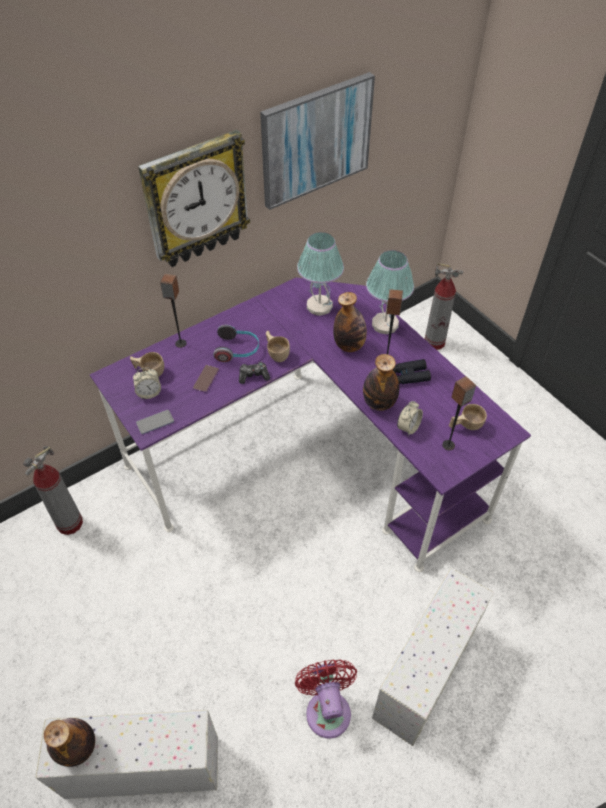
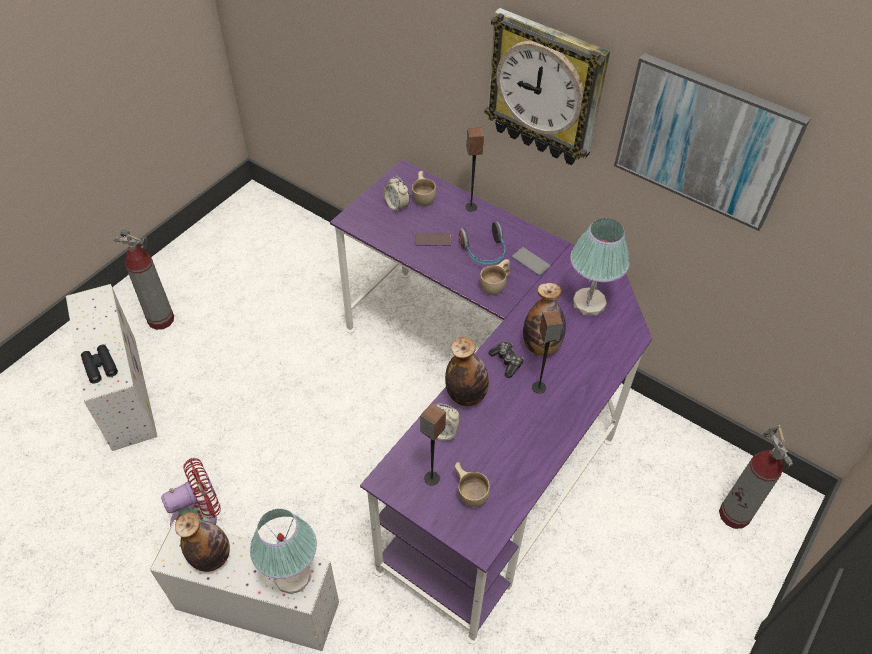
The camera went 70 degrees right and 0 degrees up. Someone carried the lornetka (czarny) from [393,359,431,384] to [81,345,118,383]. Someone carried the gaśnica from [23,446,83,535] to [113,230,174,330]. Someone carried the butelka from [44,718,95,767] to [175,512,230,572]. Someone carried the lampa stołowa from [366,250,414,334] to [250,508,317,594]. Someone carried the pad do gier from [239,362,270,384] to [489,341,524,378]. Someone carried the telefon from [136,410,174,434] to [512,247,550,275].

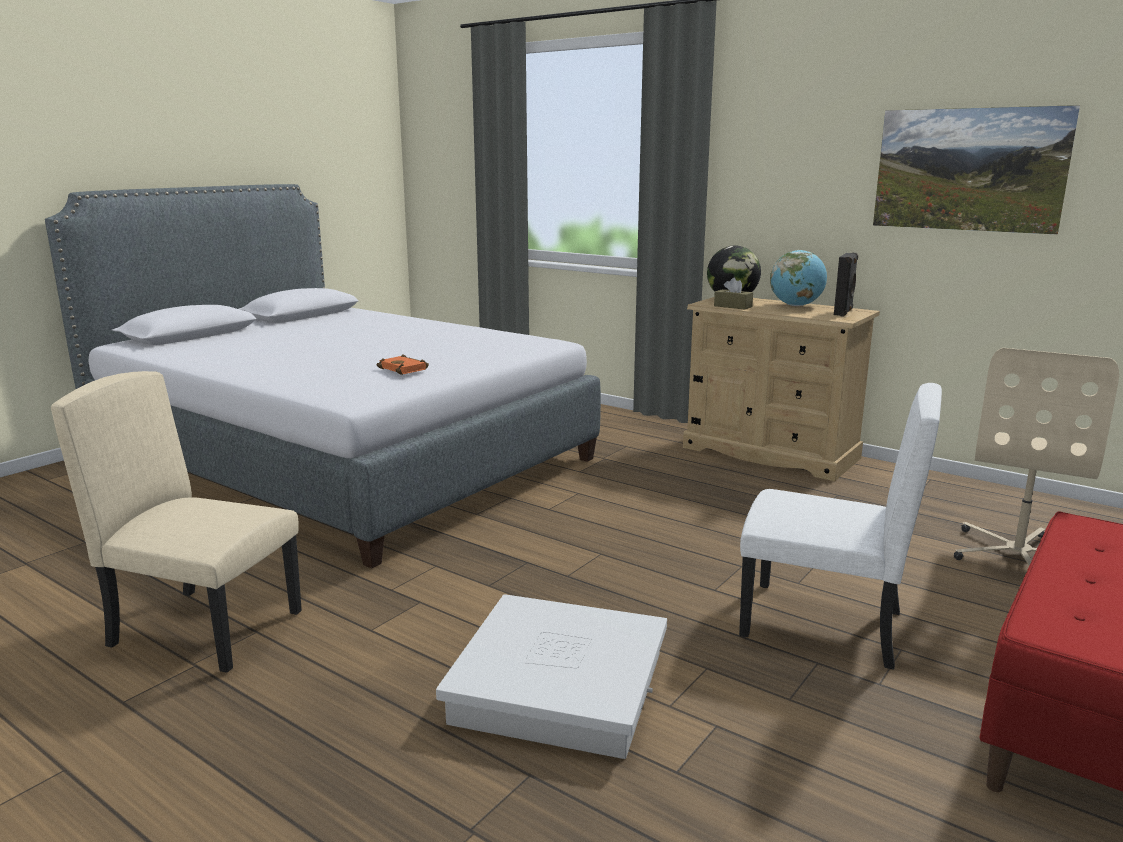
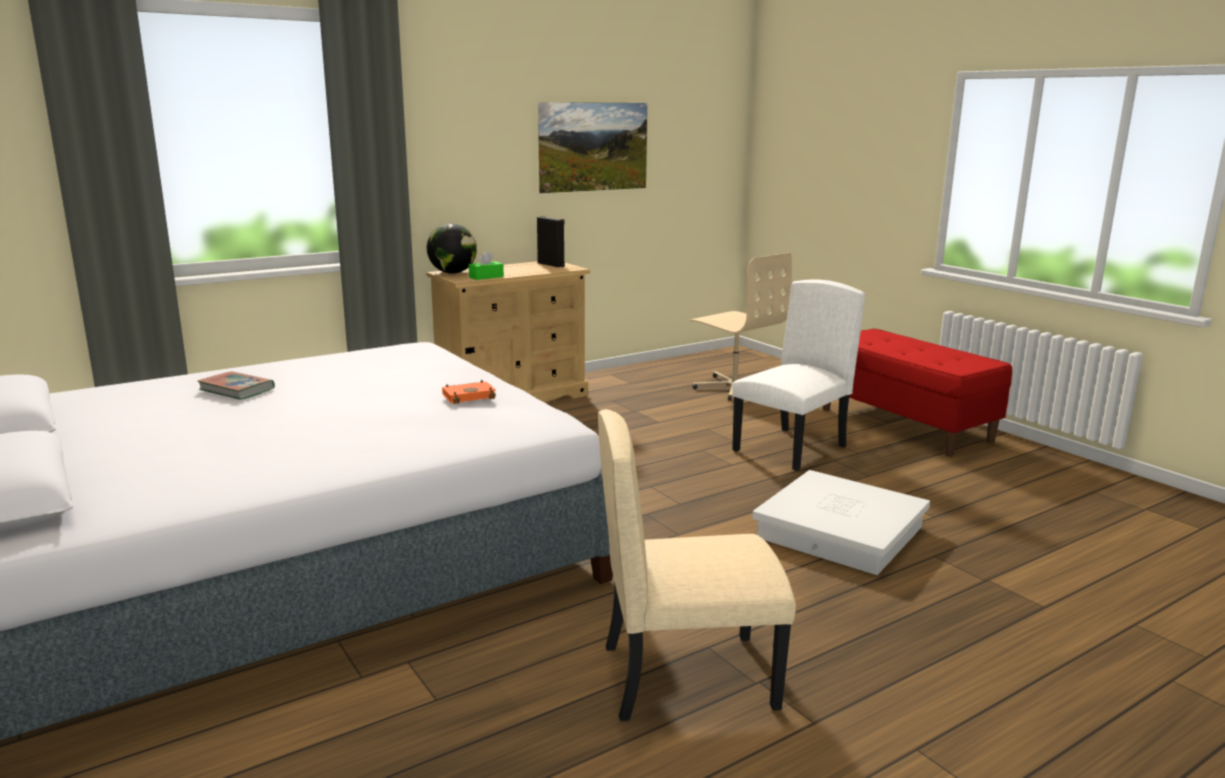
The camera went 70 degrees left and 0 degrees up. Someone put down the książka at [197,371,275,400]. Someone repainted the pudełko chusteczek (brązowy) at [714,278,753,310], which became the pudełko chusteczek (zielony) at [469,251,504,280]. Someone rotated the krzesło (beżowy) at [51,371,302,673] by 45 degrees clockwise. Someone took away the globus at [770,250,827,306].

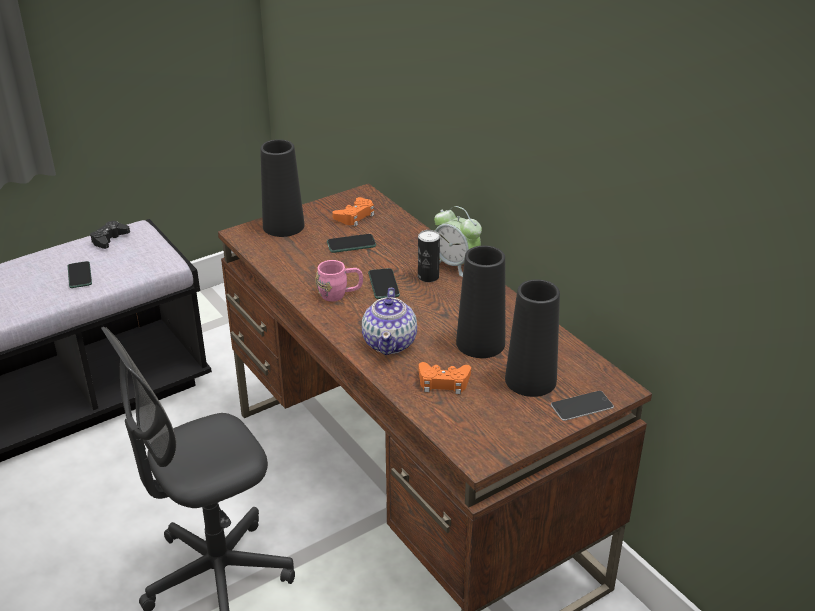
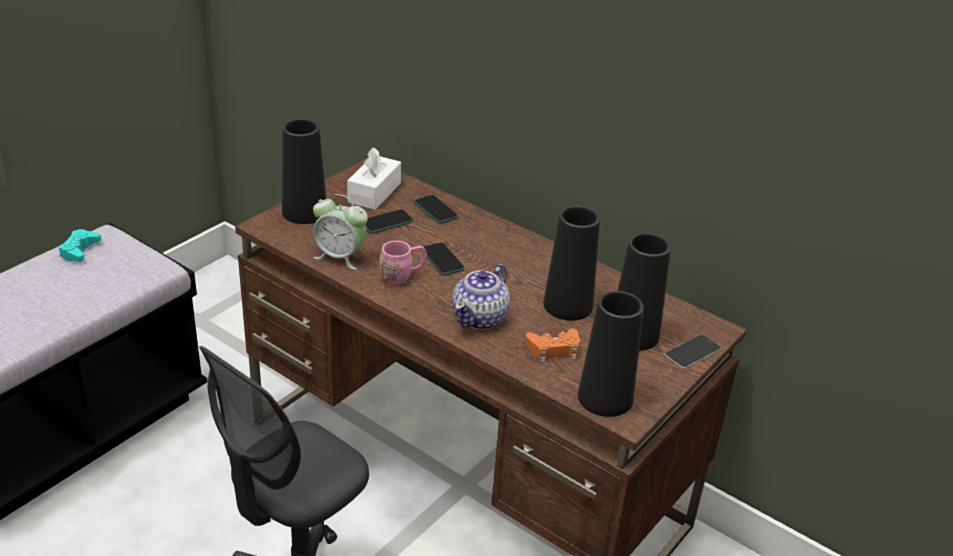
The camera went 20 degrees left and 0 degrees up. Someone repainted the pad do gier (czarny) at [90,221,130,249], which became the pad do gier (turkusowy) at [59,229,101,262]. Someone carried the budzik from [434,206,482,277] to [313,194,368,270]. Someone swapped the pad do gier (pomarańczowy) at [332,197,374,226] for the pudełko chusteczek (biały) at [347,147,401,210]. Someone carried the telefon from [68,261,92,288] to [414,195,458,224]. Someone rotated the imbryk at [362,288,417,355] by 45 degrees clockwise. Someone put down the wazon (czarny) at [578,291,644,417]. Someone took away the puszka at [418,230,440,282].

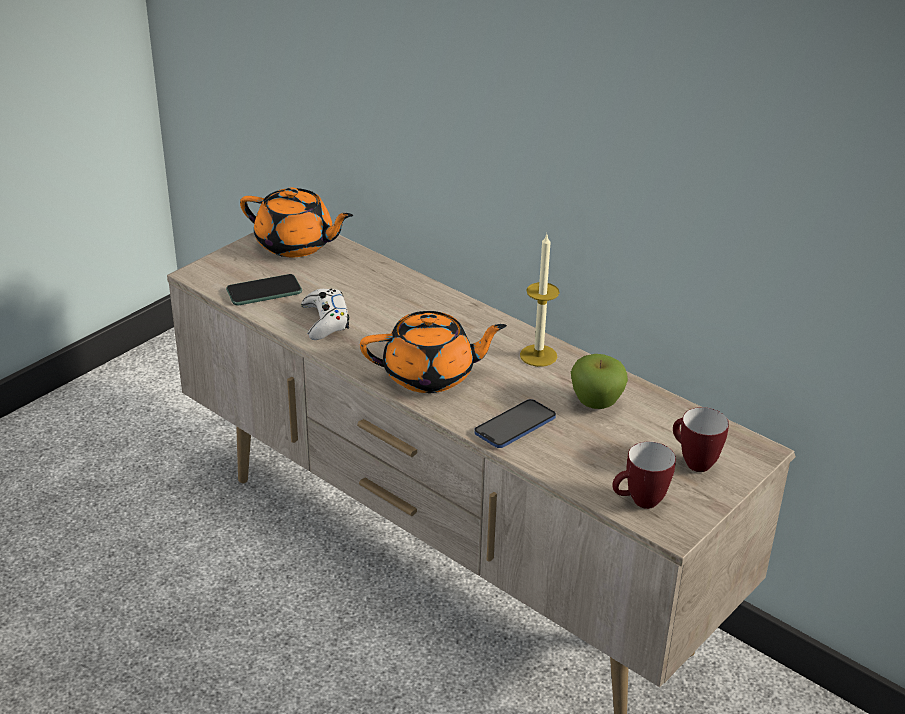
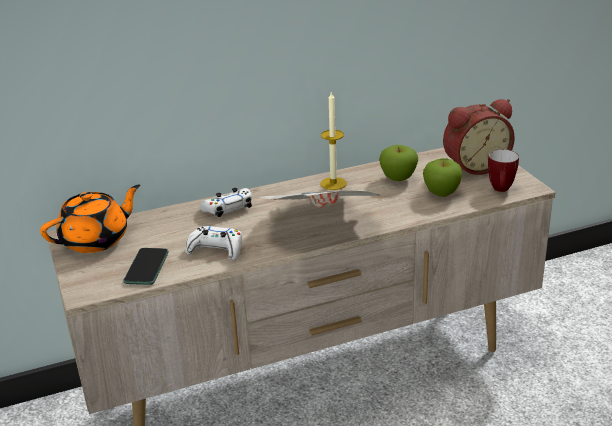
The camera went 60 degrees left and 5 degrees down. Someone put down the pad do gier (biały) at [200,188,252,217]. Someone swapped the imbryk (pomarańczowy) at [360,311,507,393] for the gazeta at [260,191,380,208]. Someone put down the jabłko at [423,158,462,197]. Someone swapped the kubek at [673,407,729,472] for the budzik at [443,99,515,175]. Someone took away the telefon at [474,399,556,448].

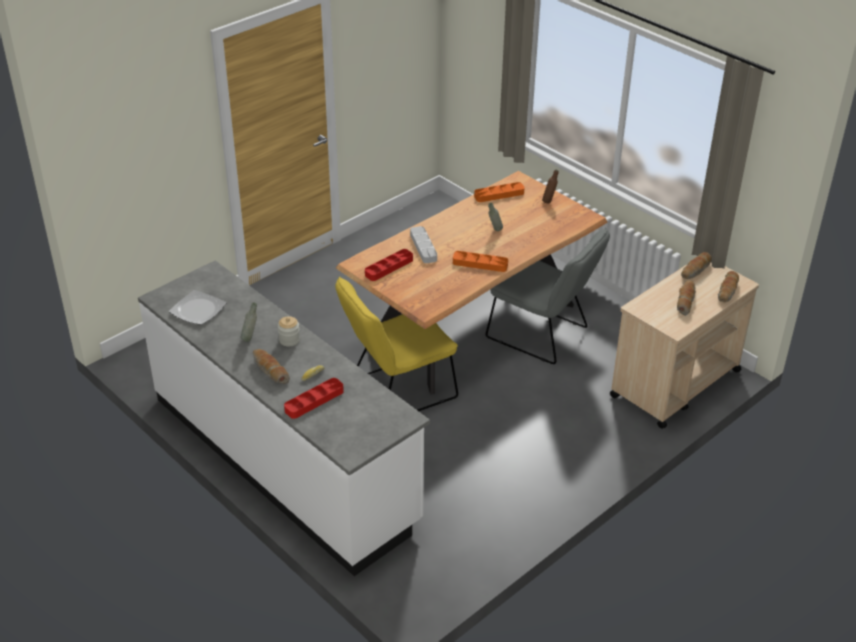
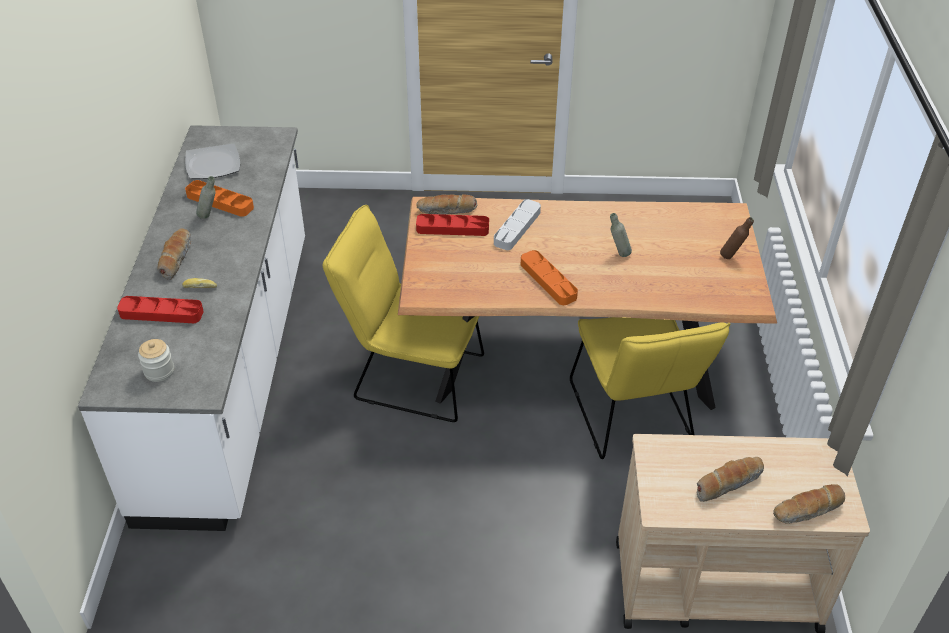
The camera went 45 degrees right and 5 degrees up. Someone carried the słoik from [278,316,300,347] to [138,339,174,382]. Someone carried the taca (pomarańczowy) from [474,182,525,202] to [185,180,254,217]. Someone carried the chleb from [681,252,712,279] to [416,194,477,215]. Someone repainted the krzesło (szary) at [486,228,610,364], which became the krzesło (żółty) at [570,317,730,459].

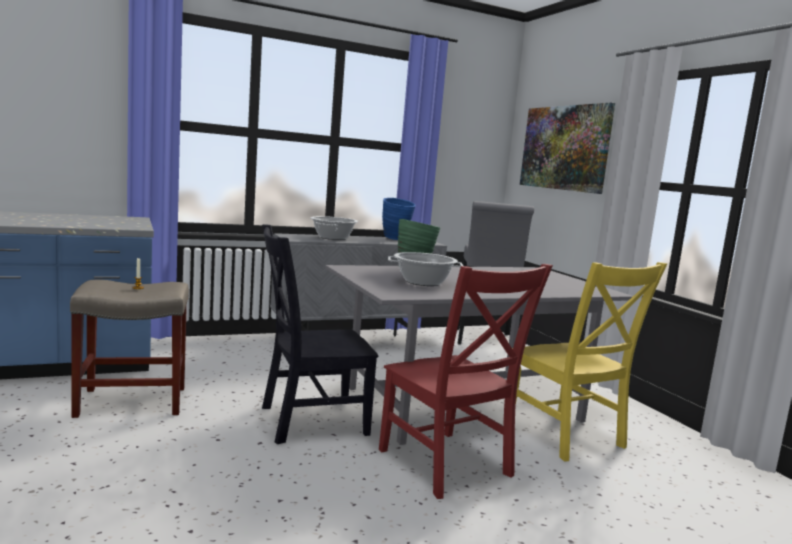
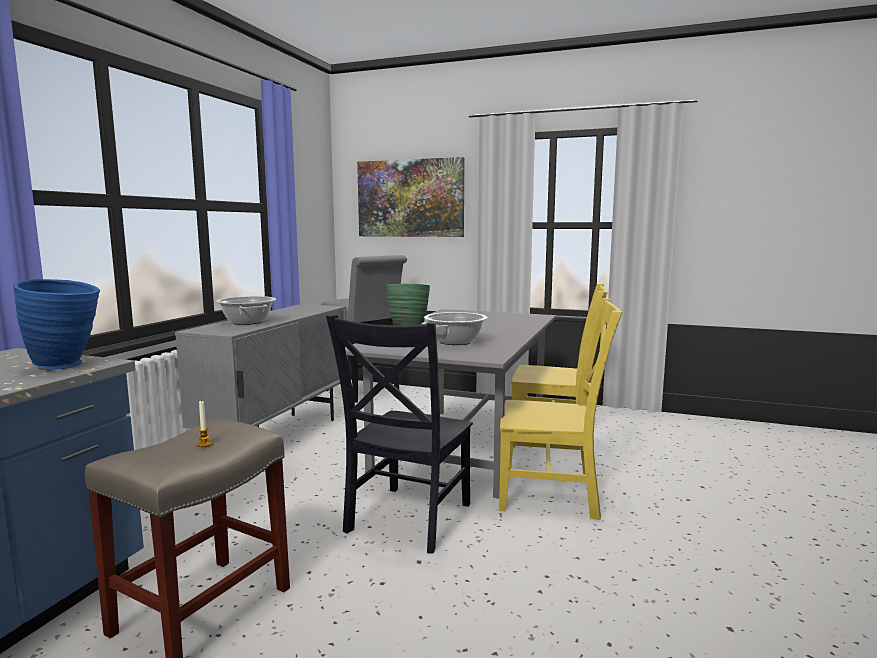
The camera went 45 degrees left and 0 degrees up. Someone carried the wazon (niebieski) from [382,198,416,240] to [13,279,100,369]. Someone repainted the krzesło (czerwony) at [379,264,553,499], which became the krzesło (żółty) at [499,298,623,520].

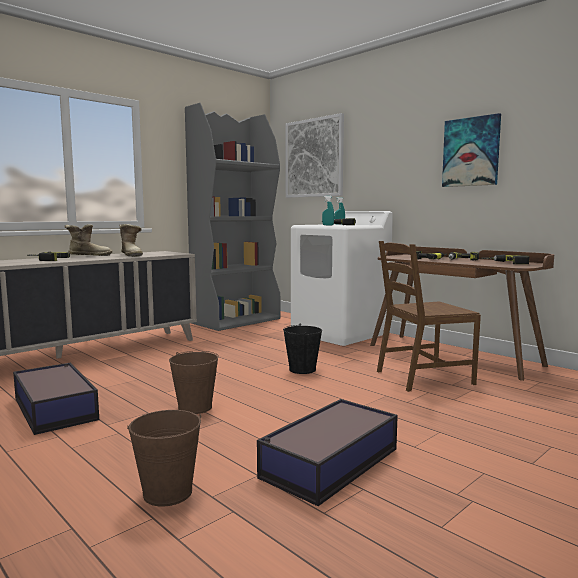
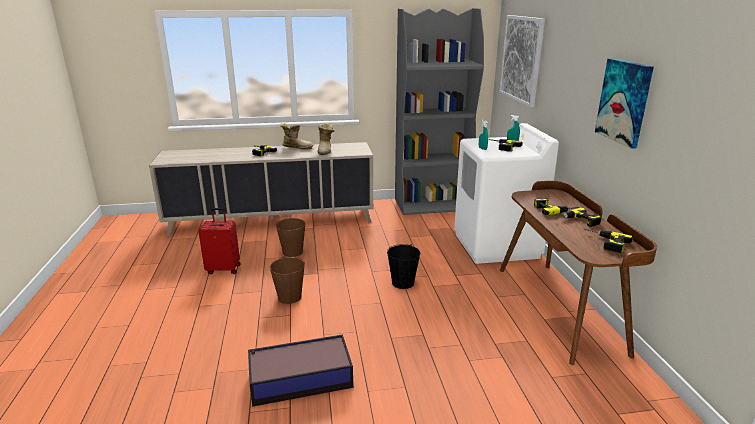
The camera went 35 degrees right and 15 degrees up. Someone swapped the pojemnik do przechowywania at [13,363,99,435] for the walizka (czerwony) at [199,208,241,274]. Someone carried the wiadro (brązowy) from [127,410,202,507] to [276,218,306,257]. Someone took away the krzesło (brązowy) at [377,241,481,392].

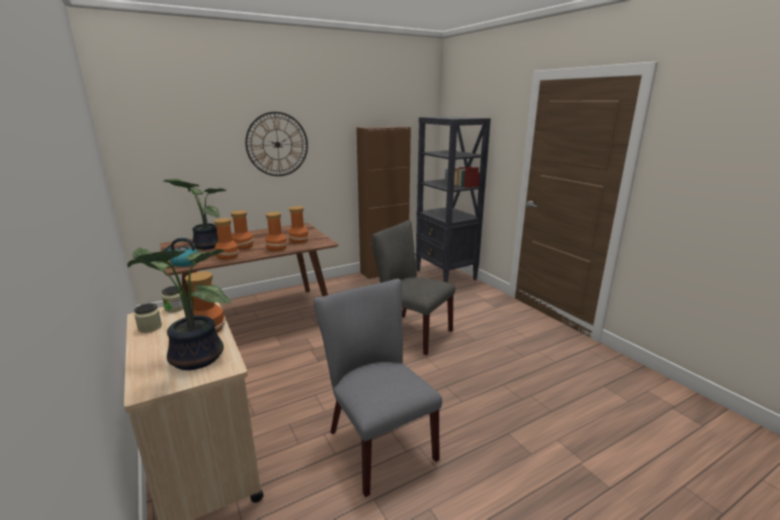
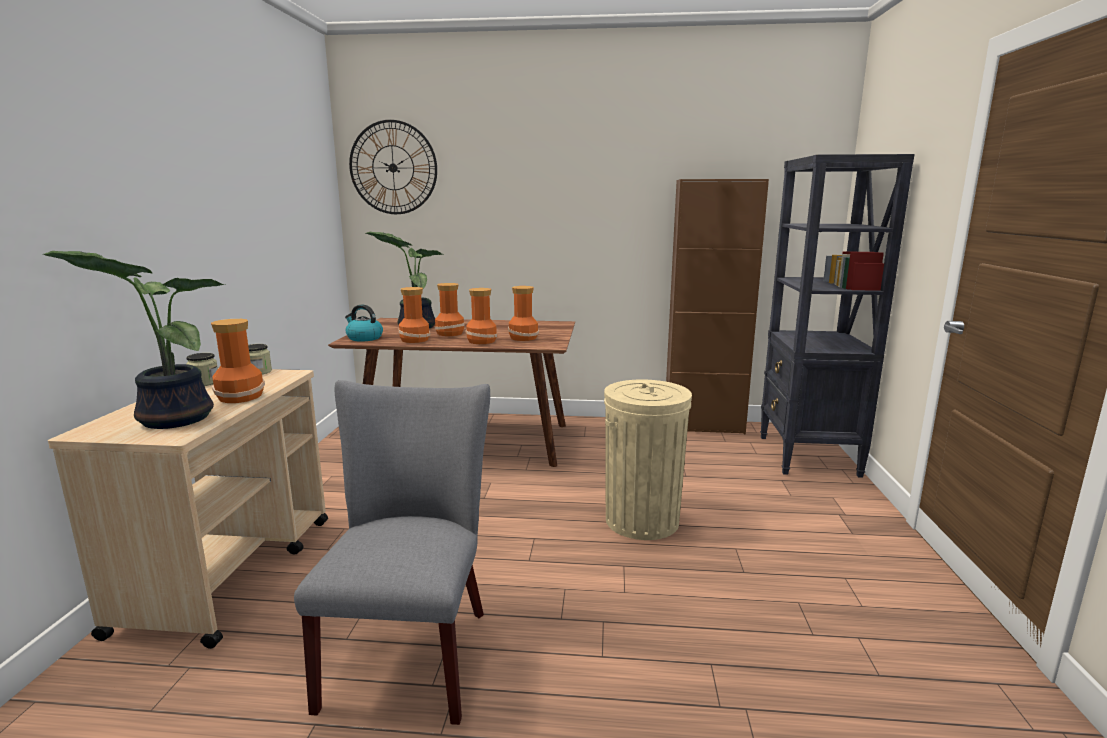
The camera went 35 degrees right and 5 degrees down. Someone carried the zegar ścienny from [245,112,308,176] to [349,120,437,214]. Someone swapped the krzesło (szary) at [371,220,455,355] for the kosz na śmieci (beżowy) at [604,379,692,540].

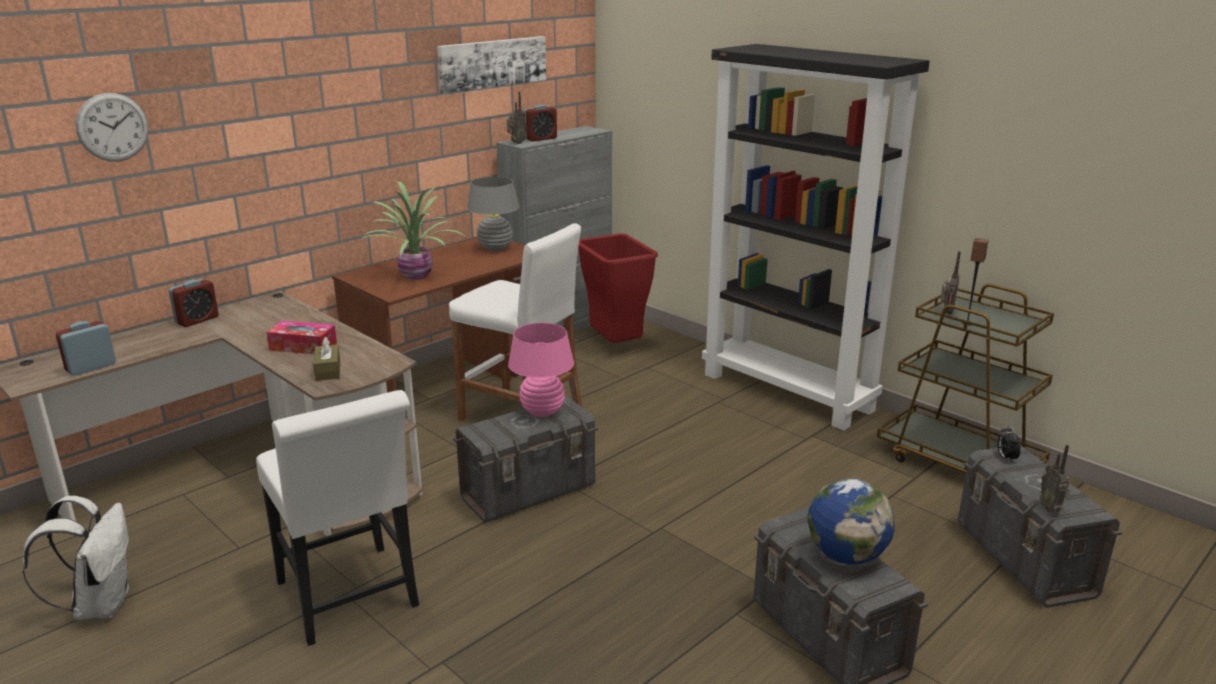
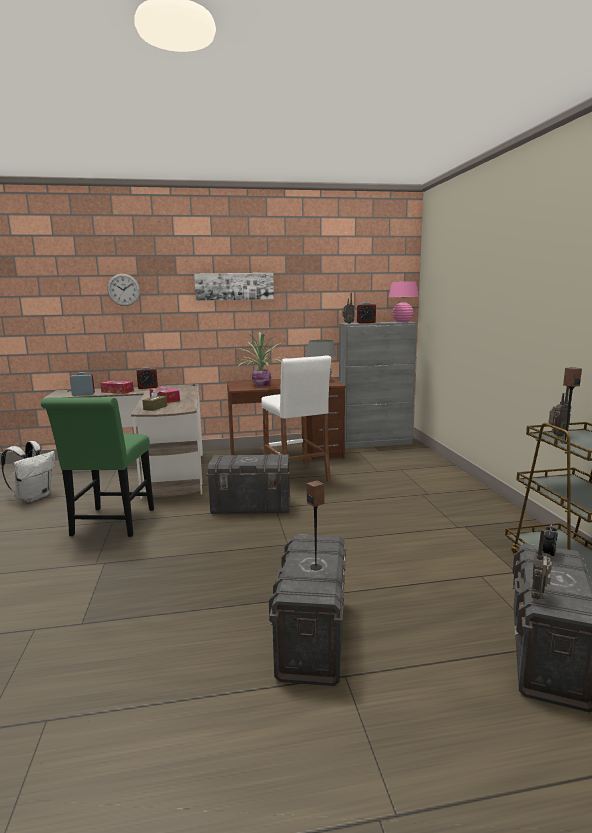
The camera went 35 degrees right and 10 degrees down. Someone repainted the krzesło (biały) at [256,390,419,646], which became the krzesło (zielony) at [41,397,154,537]. Someone put down the pudełko chusteczek at [100,381,134,394]. Someone carried the obraz from [437,36,546,94] to [194,273,274,301]. Someone swapped the globus at [808,478,894,564] for the głośnik at [307,481,324,570]. Someone carried the lampa stołowa (różowy) from [508,323,574,417] to [389,281,418,322]. Someone took away the kosz na śmieci (czerwony) at [578,234,658,343]. Someone took away the regał (czarny) at [702,44,930,430].

